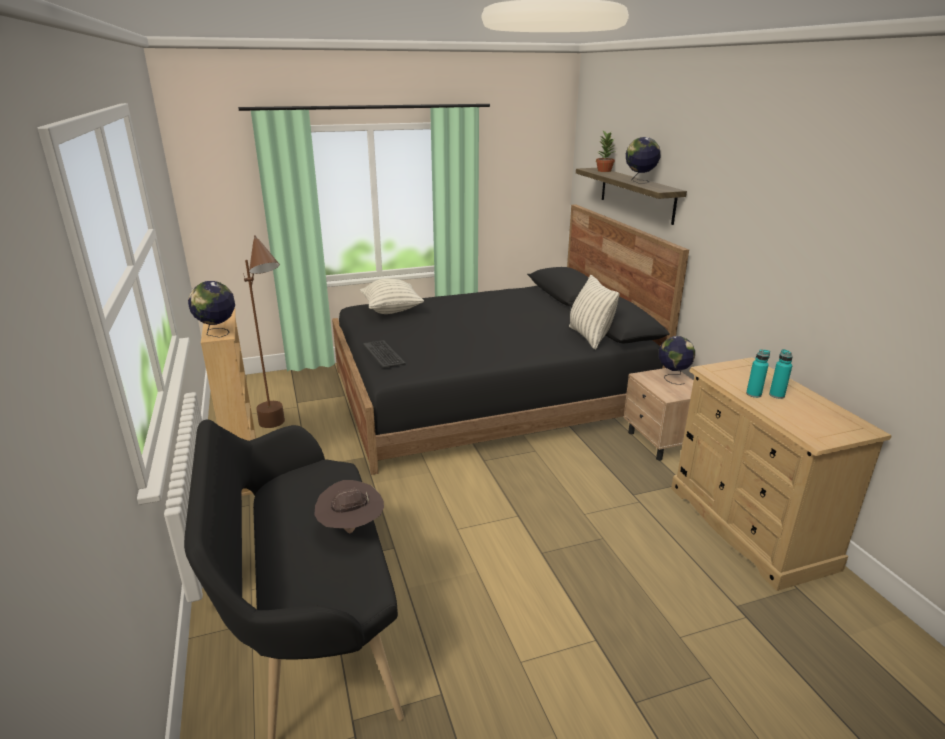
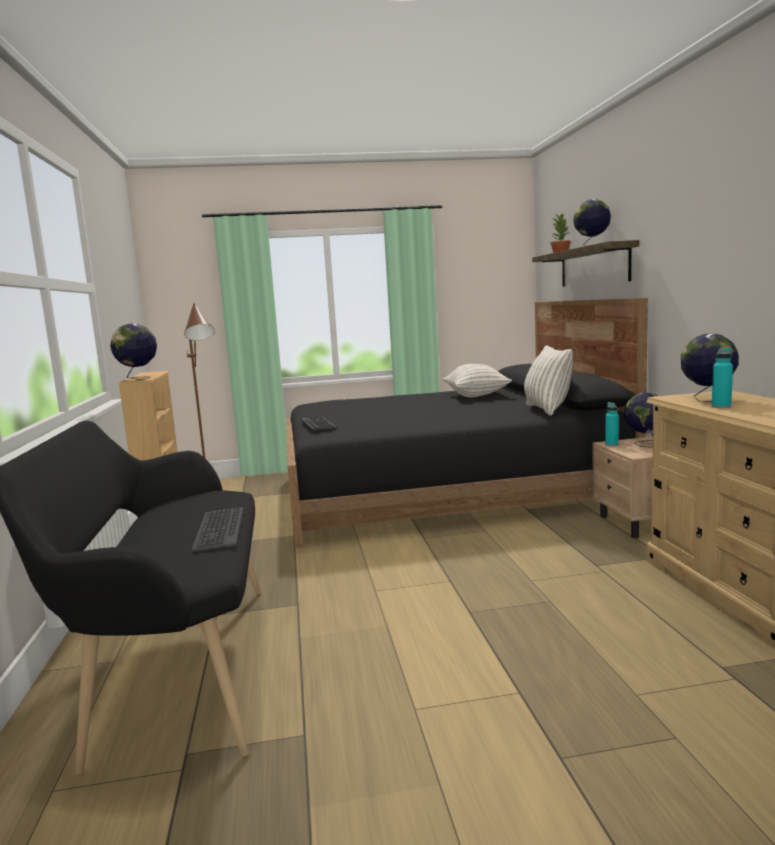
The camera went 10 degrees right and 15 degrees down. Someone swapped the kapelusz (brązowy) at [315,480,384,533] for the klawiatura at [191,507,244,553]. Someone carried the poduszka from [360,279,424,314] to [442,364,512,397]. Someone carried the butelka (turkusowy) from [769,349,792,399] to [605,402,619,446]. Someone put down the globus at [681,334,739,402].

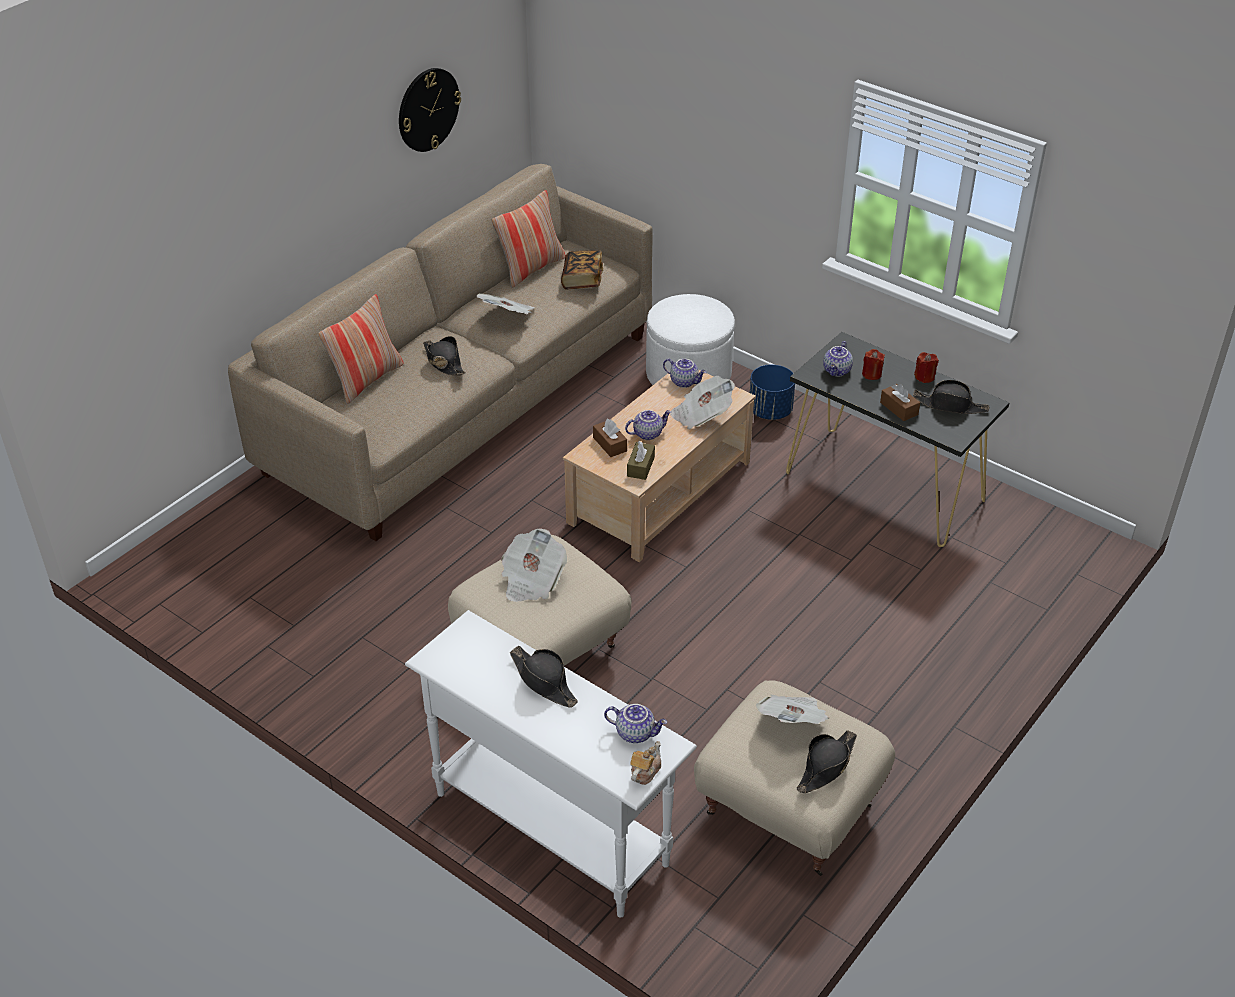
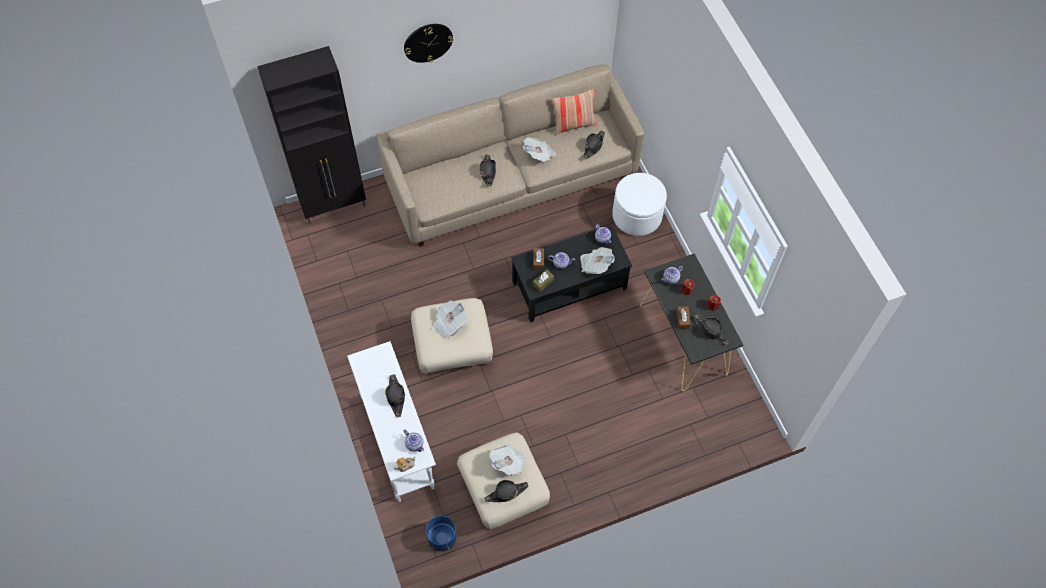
The camera went 30 degrees right and 20 degrees up. Someone put down the szafka (czarny) at [257,46,366,224]. Someone carried the zegar ścienny from [399,68,461,152] to [404,24,453,63]. Someone carried the donica (niebieski) from [750,365,795,420] to [426,516,457,551]. Someone repainted the ława (beżowy) at [563,370,756,562], which became the ława (czarny) at [511,224,632,323]. Someone swapped the książka at [561,250,603,290] for the kapelusz (czarny) at [583,131,605,159]. Someone took away the poduszka at [318,294,404,404].

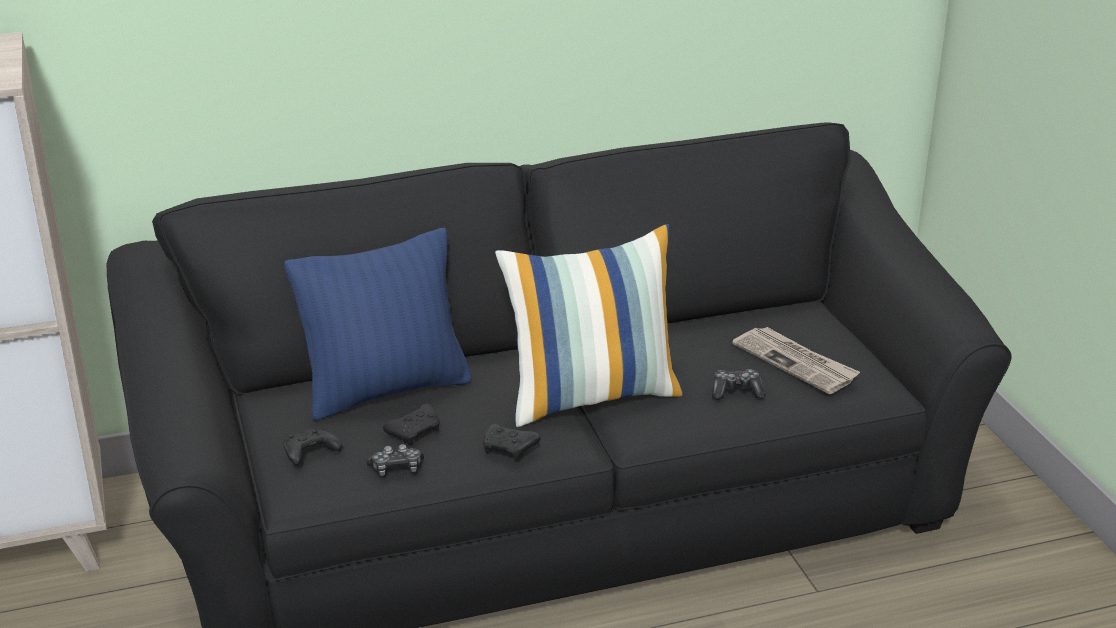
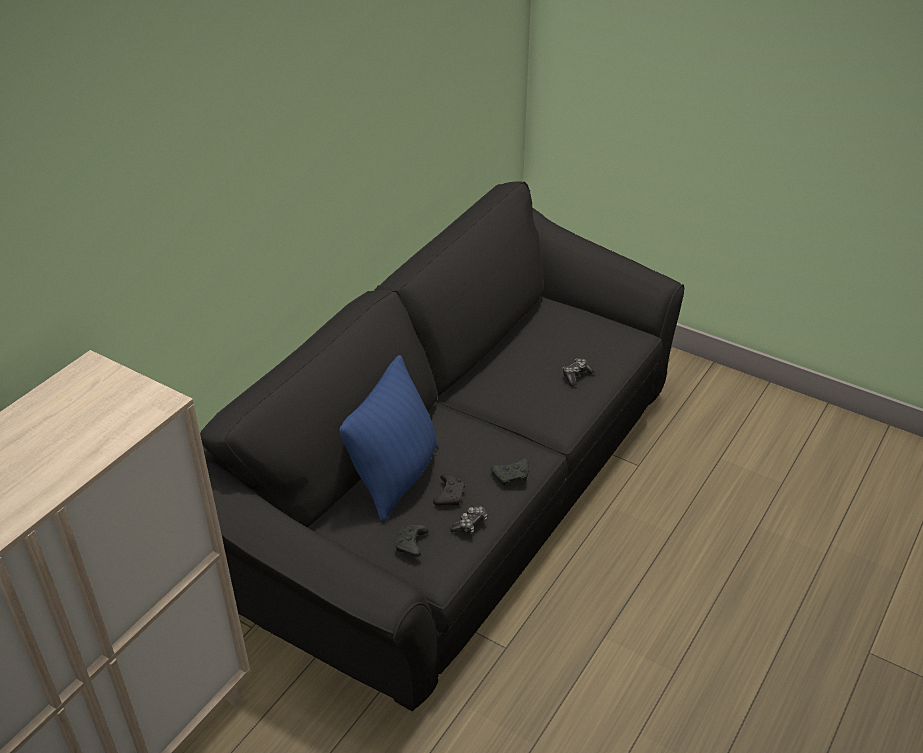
The camera went 40 degrees left and 10 degrees up. Someone took away the poduszka at [495,224,684,427]. Someone took away the gazeta at [732,327,860,394].

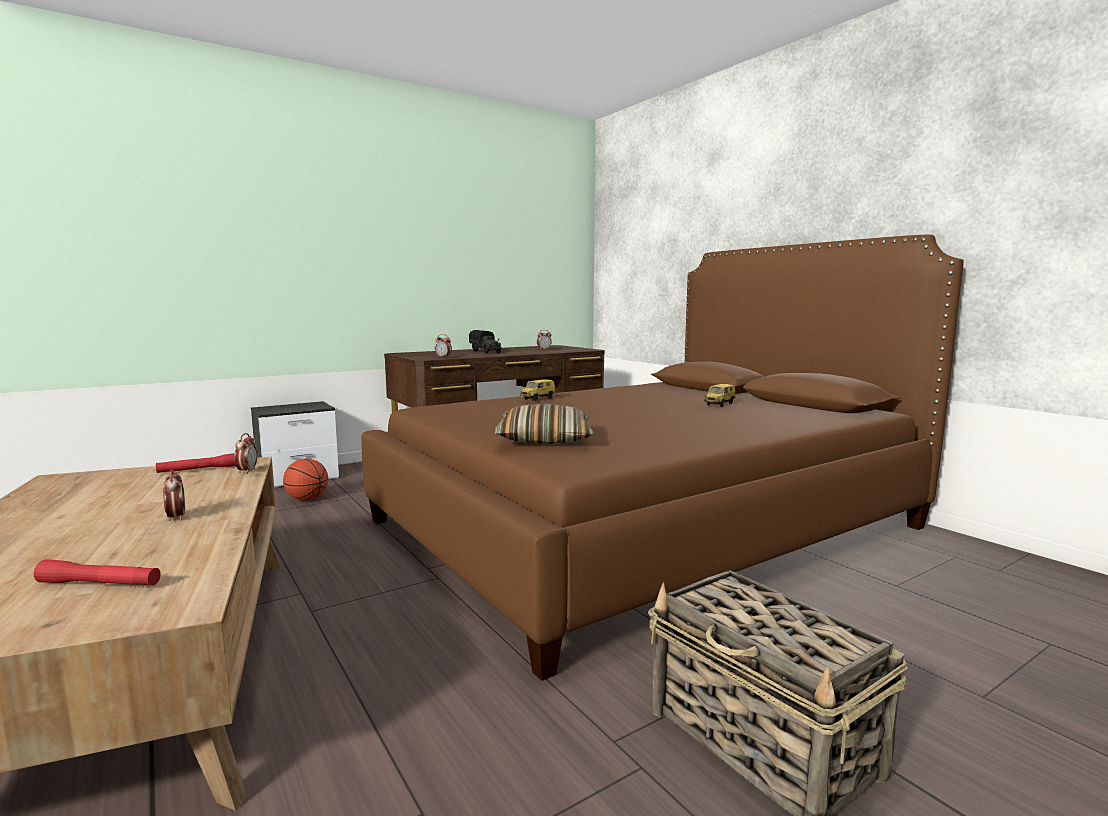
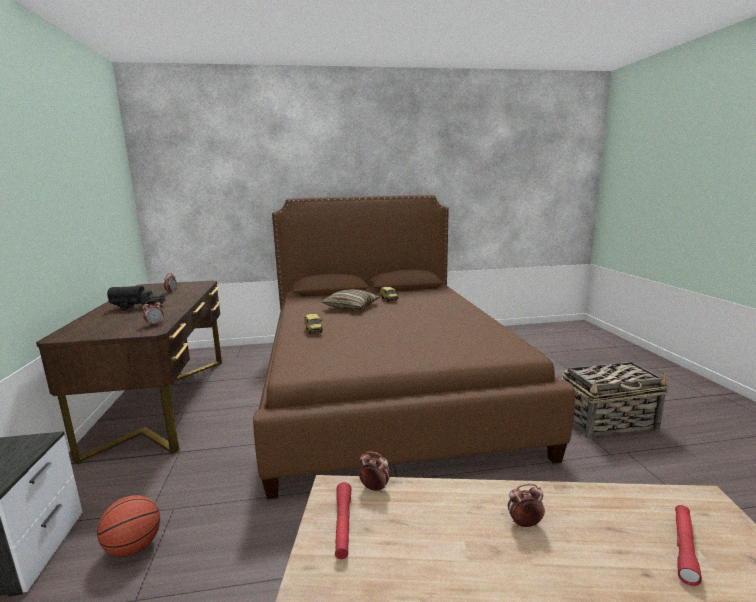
The camera went 65 degrees left and 5 degrees up. Someone carried the poduszka from [494,404,593,444] to [322,289,380,310].

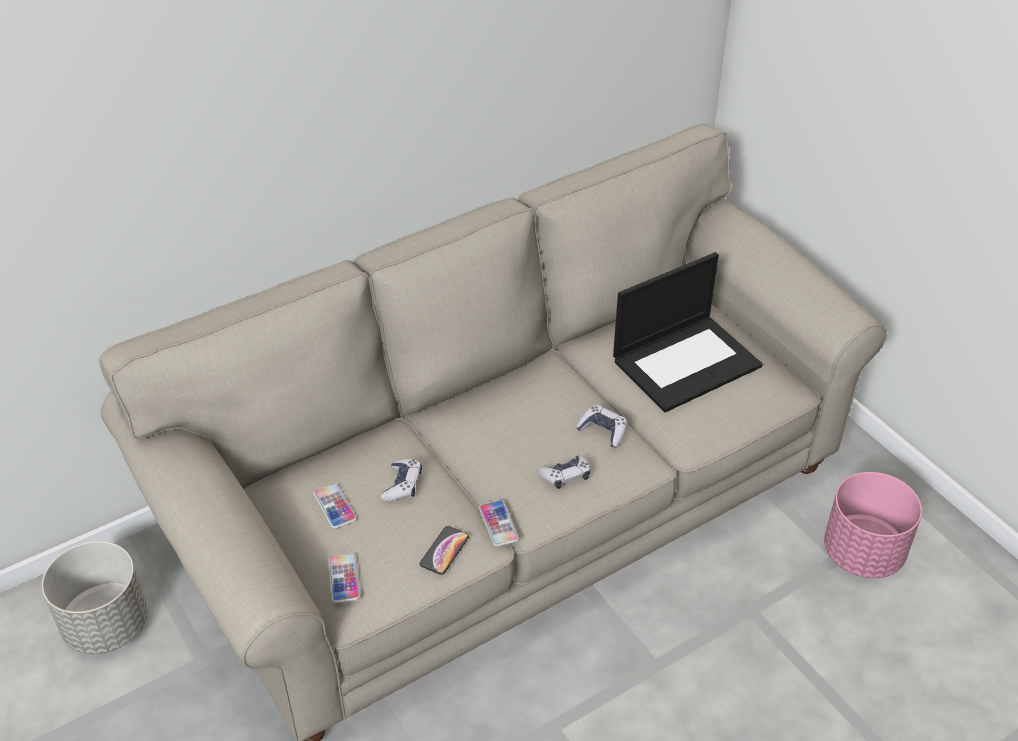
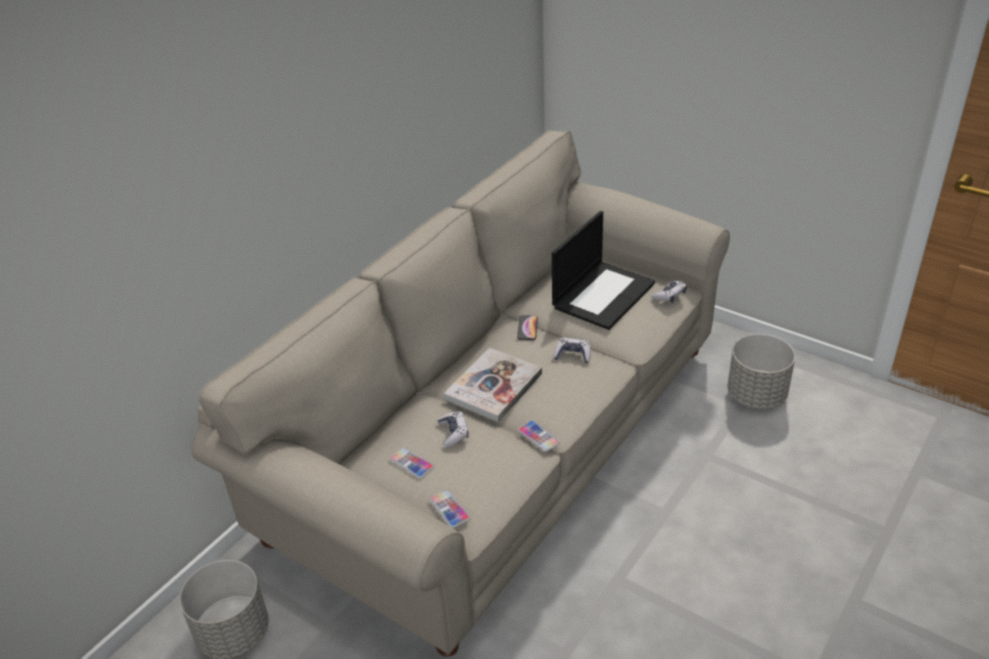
The camera went 20 degrees left and 5 degrees down. Someone put down the książka at [444,348,542,422]. Someone carried the telefon from [420,526,469,575] to [517,315,538,340]. Someone carried the pad do gier from [538,455,590,489] to [651,281,687,303]. Someone repainted the donica (różowy) at [824,472,922,578], which became the donica (szary) at [728,334,795,409].

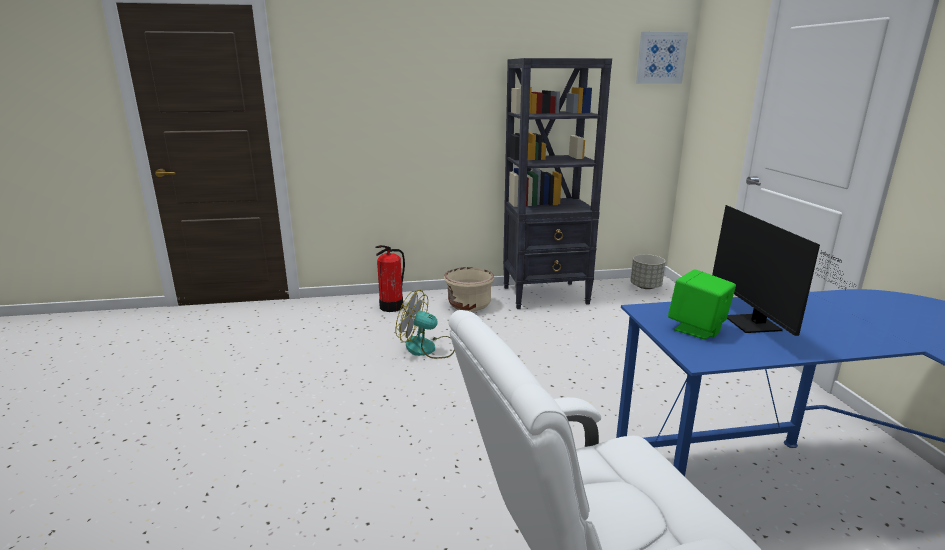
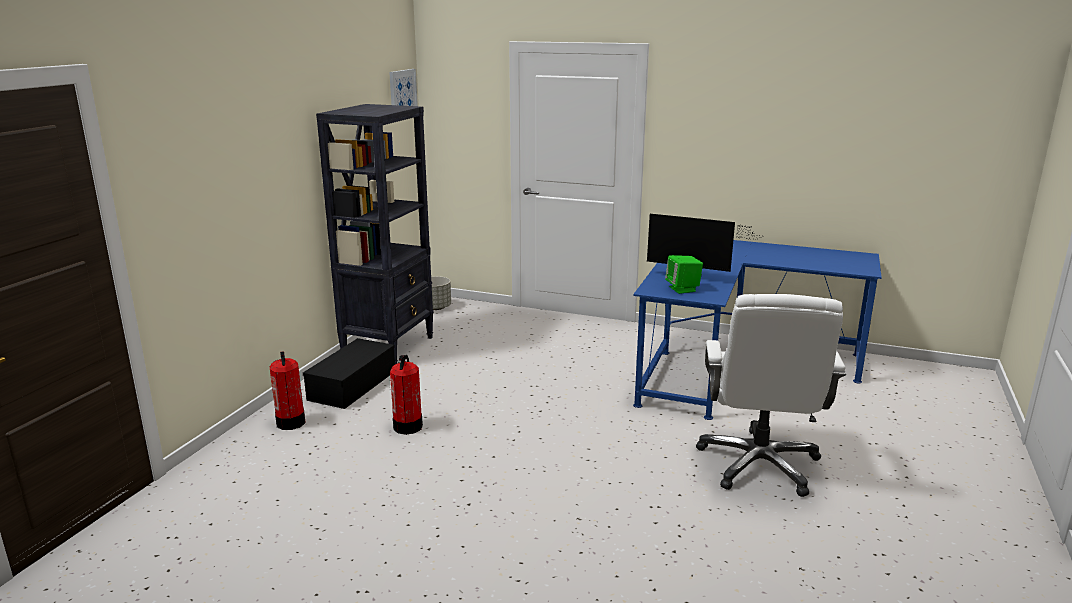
The camera went 60 degrees left and 0 degrees up. Someone swapped the donica (beżowy) at [444,267,494,312] for the pojemnik do przechowywania (czarny) at [303,338,395,409]. Someone swapped the wentylator at [396,290,455,359] for the gaśnica at [390,355,423,435].

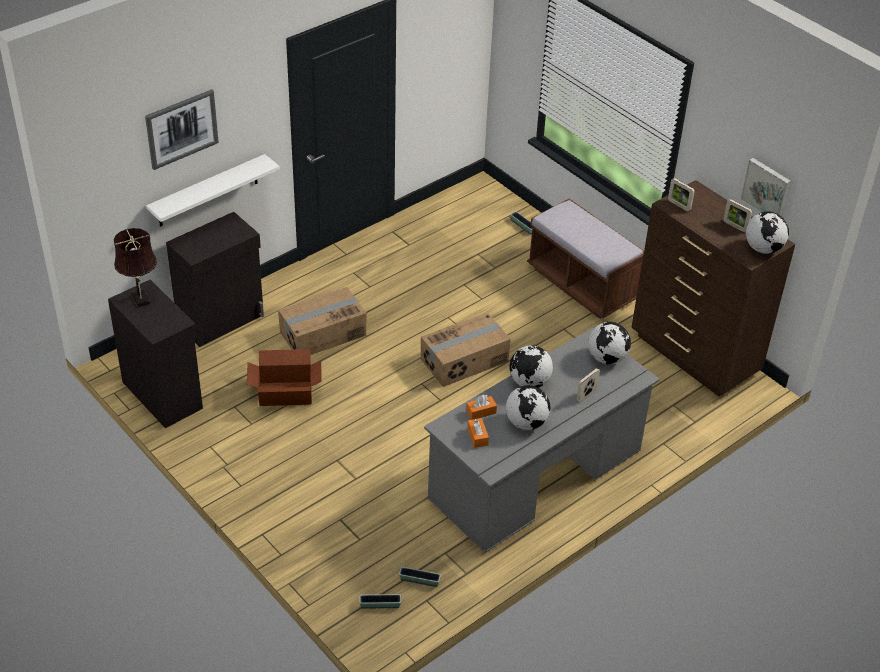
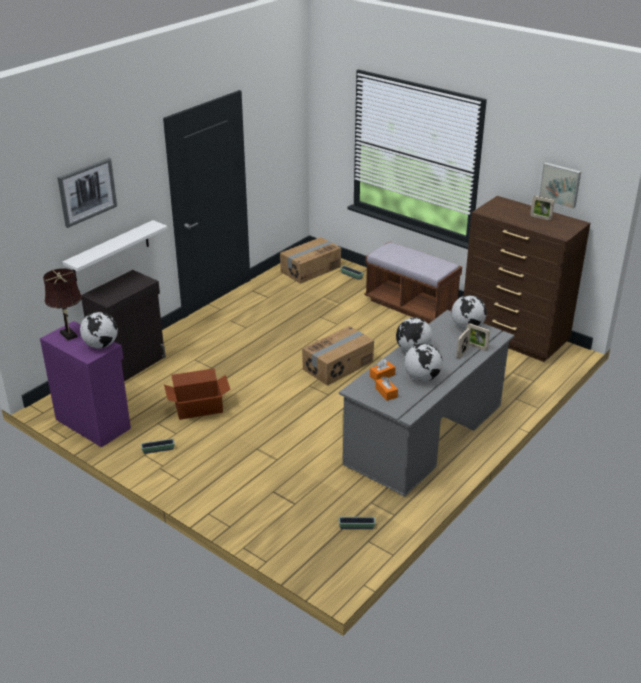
The camera went 10 degrees left and 10 degrees down. Someone repainted the szafka (czarny) at [108,280,203,428], which became the szafka (fioletowy) at [40,321,131,447]. Someone carried the globus from [746,211,789,254] to [80,312,118,349]. Someone carried the donica from [359,594,401,608] to [141,439,175,454]. Someone carried the karton from [278,287,366,355] to [280,237,341,284]. Someone carried the ramka na zdjęcie from [668,178,695,211] to [467,323,490,351].

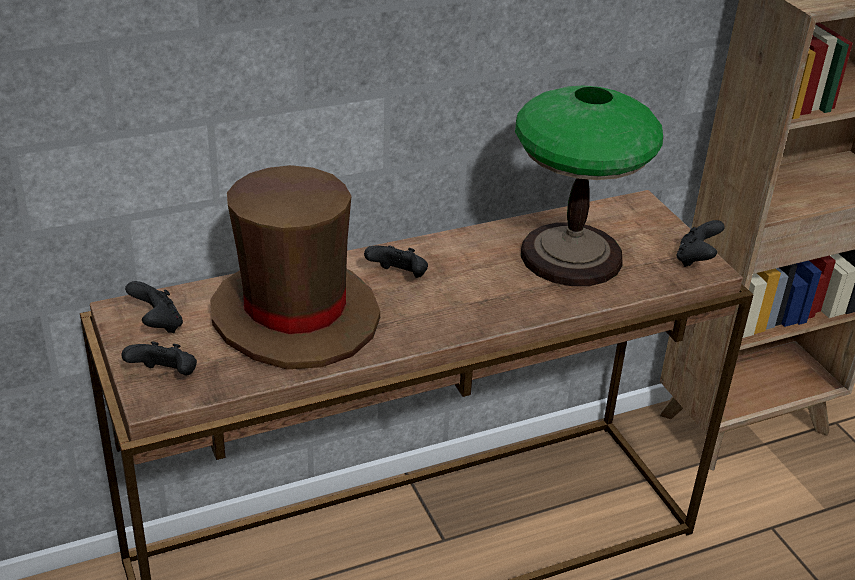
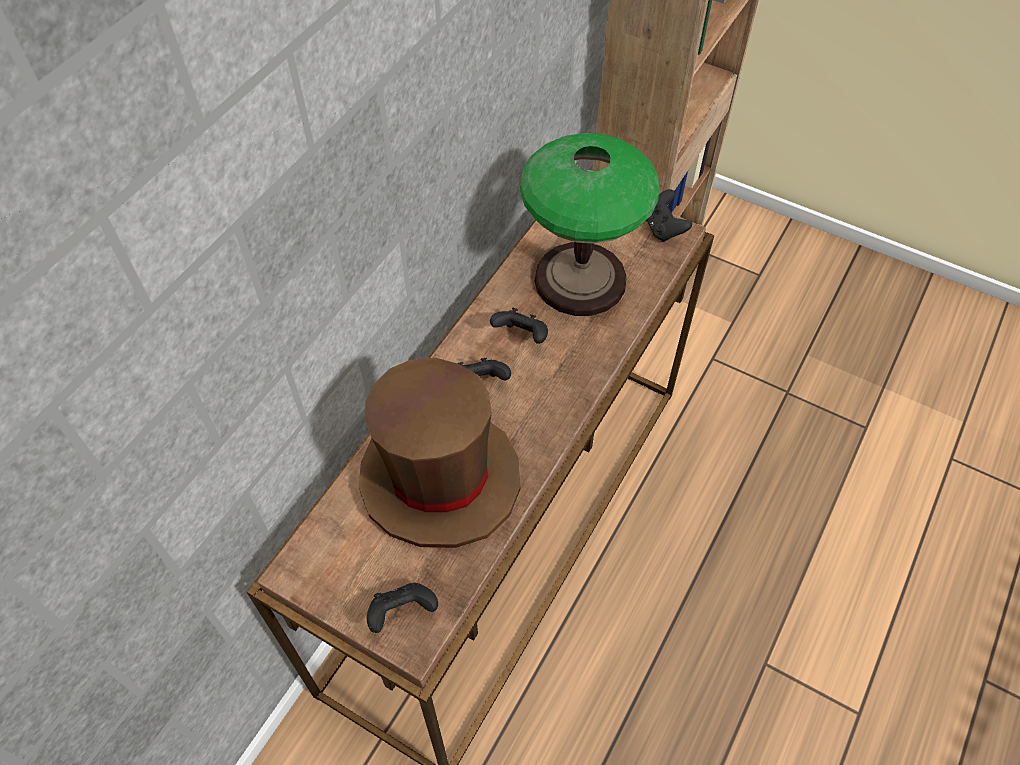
The camera went 35 degrees left and 20 degrees up. Someone carried the pad do gier (czarny) from [125,281,183,333] to [490,308,548,344].

